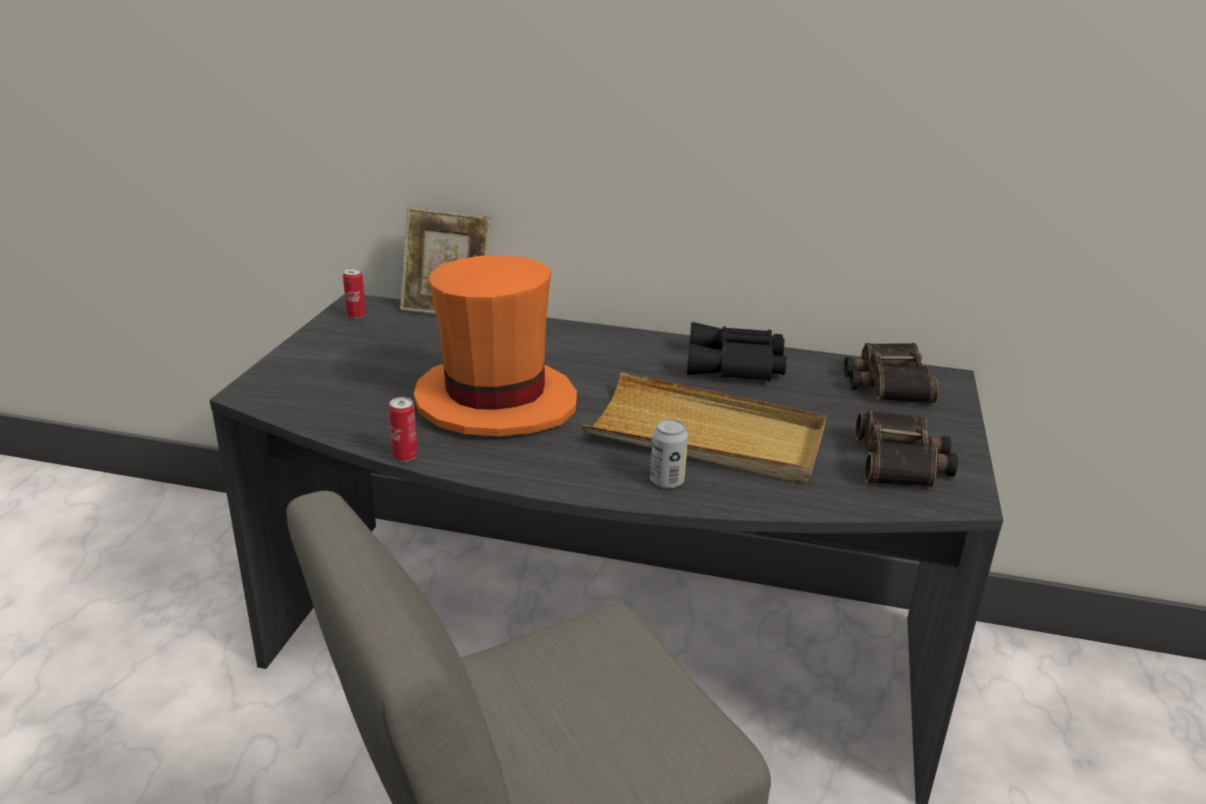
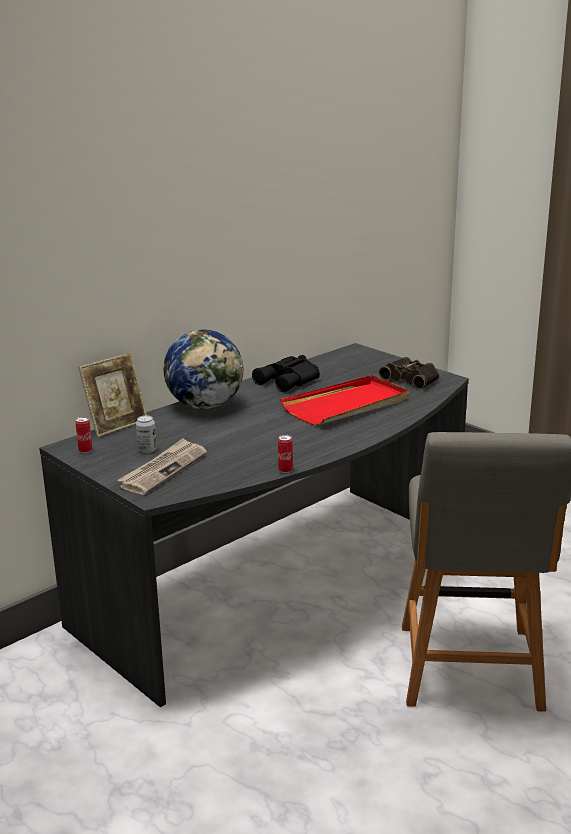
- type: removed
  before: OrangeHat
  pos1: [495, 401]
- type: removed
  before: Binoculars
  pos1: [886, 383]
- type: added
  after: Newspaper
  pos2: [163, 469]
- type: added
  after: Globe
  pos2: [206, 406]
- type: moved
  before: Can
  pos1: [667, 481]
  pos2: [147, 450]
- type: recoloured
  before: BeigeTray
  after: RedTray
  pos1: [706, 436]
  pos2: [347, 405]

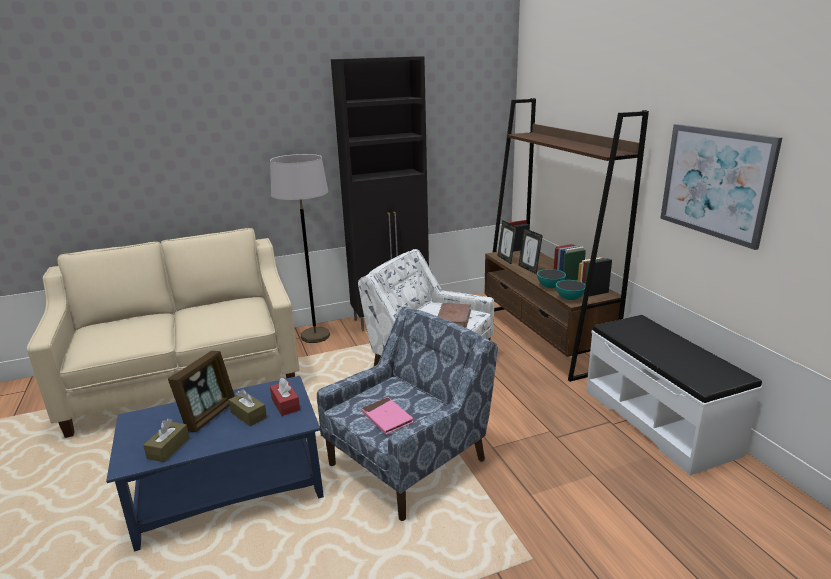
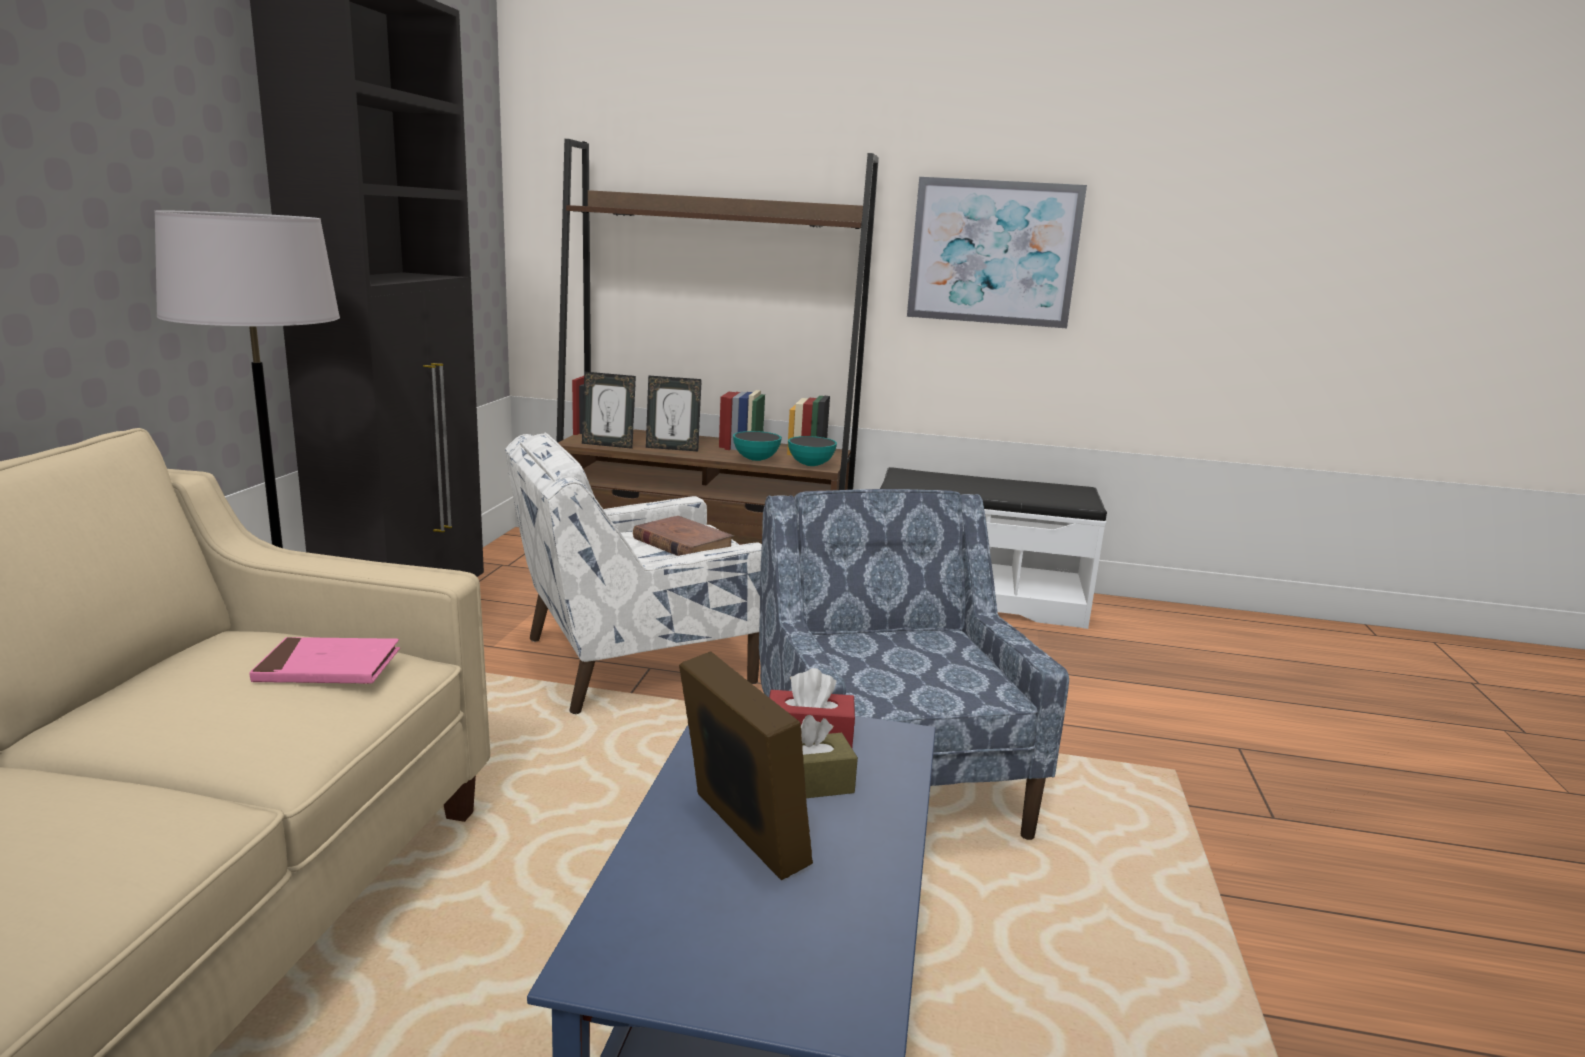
- type: removed
  before: BrownTissueBox
  pos1: [168, 448]
- type: moved
  before: PinkBook
  pos1: [387, 418]
  pos2: [328, 667]

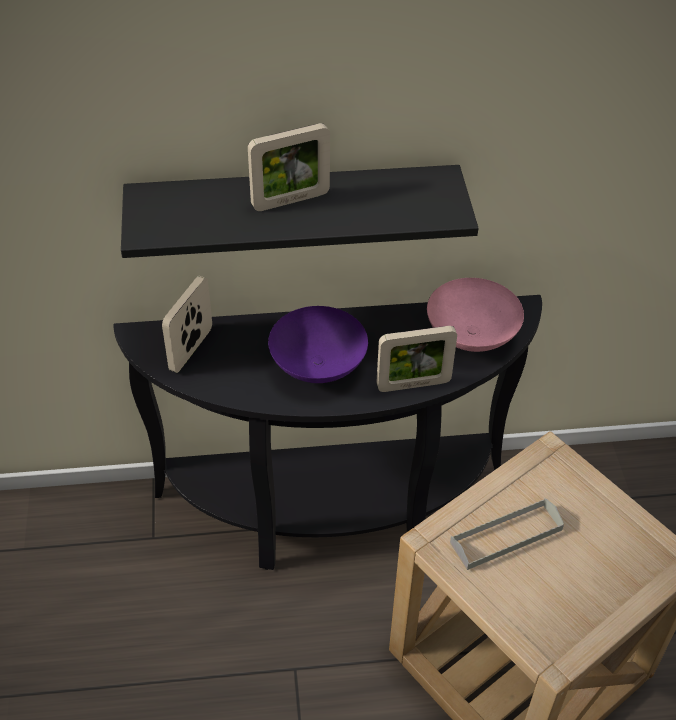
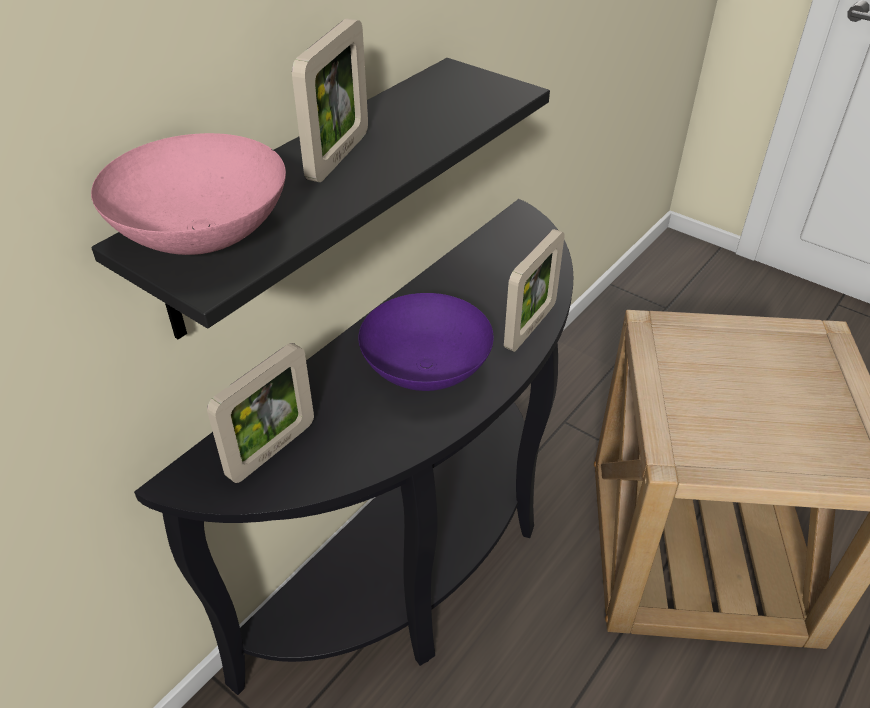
- type: removed
  before: GreyTray
  pos1: [506, 536]
- type: moved
  before: PinkBowl
  pos1: [470, 335]
  pos2: [200, 238]
- type: turned
  before: PictureFrame
  pos1: [191, 349]
  pos2: [272, 450]
  turn: -120

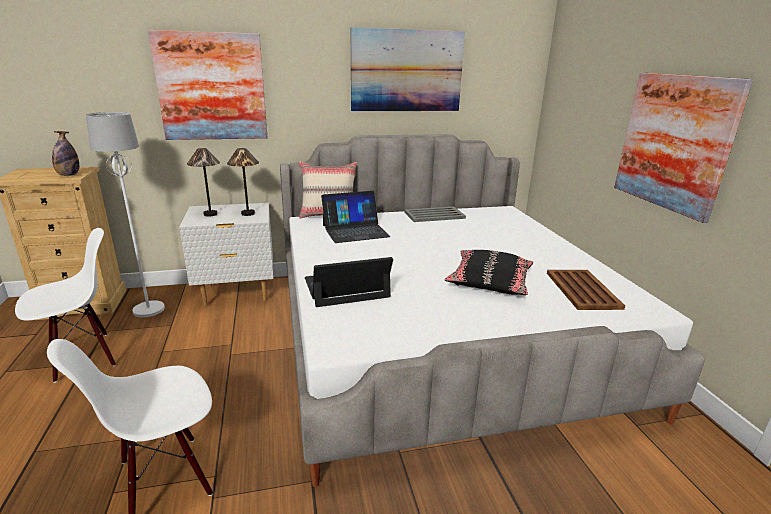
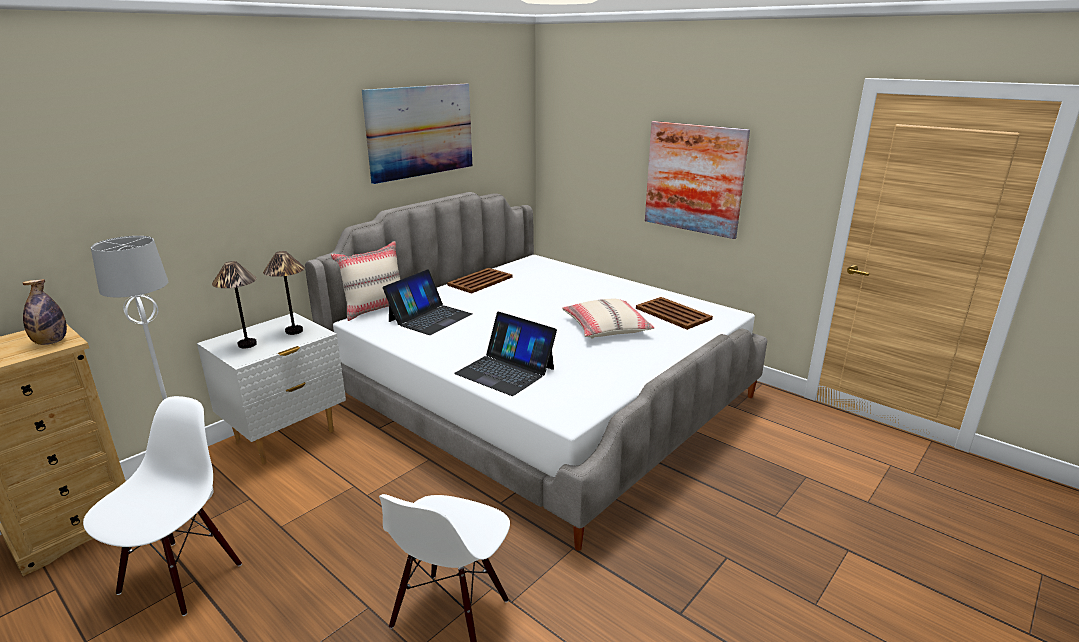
- type: removed
  before: Picture
  pos1: [212, 87]
- type: recoloured
  before: GreyTray
  after: BrownTray
  pos1: [435, 215]
  pos2: [481, 281]
- type: recoloured
  before: BlackPillow
  after: BeigePillow
  pos1: [489, 281]
  pos2: [606, 328]
- type: turned
  before: Laptop
  pos1: [346, 288]
  pos2: [505, 371]
  turn: -90

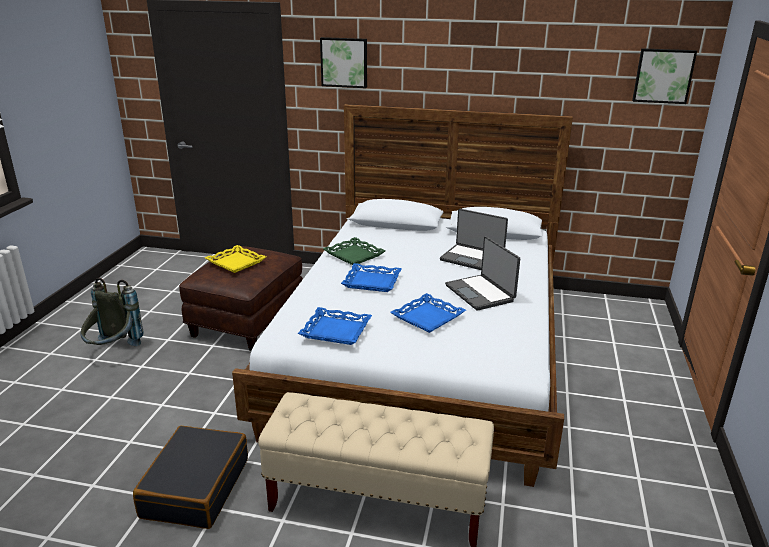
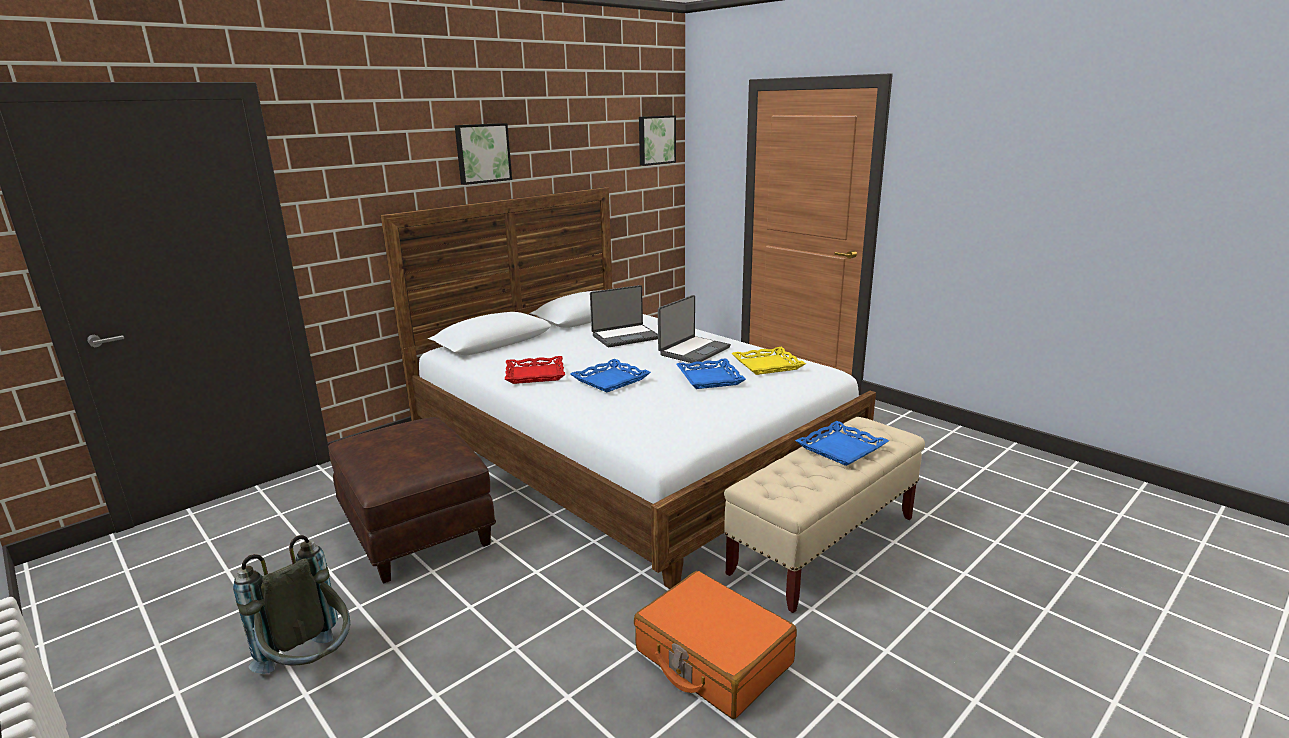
- type: moved
  before: YellowTray
  pos1: [235, 262]
  pos2: [767, 365]
- type: moved
  before: BlueTray
  pos1: [336, 330]
  pos2: [840, 448]
- type: moved
  before: Picture
  pos1: [344, 62]
  pos2: [482, 153]
- type: recoloured
  before: BlackSuitcase
  after: OrangeSuitcase
  pos1: [195, 487]
  pos2: [712, 657]
- type: recoloured
  before: GreenTray
  after: RedTray
  pos1: [353, 255]
  pos2: [535, 374]
- type: turned
  before: Laptop
  pos1: [480, 293]
  pos2: [693, 351]
  turn: -60

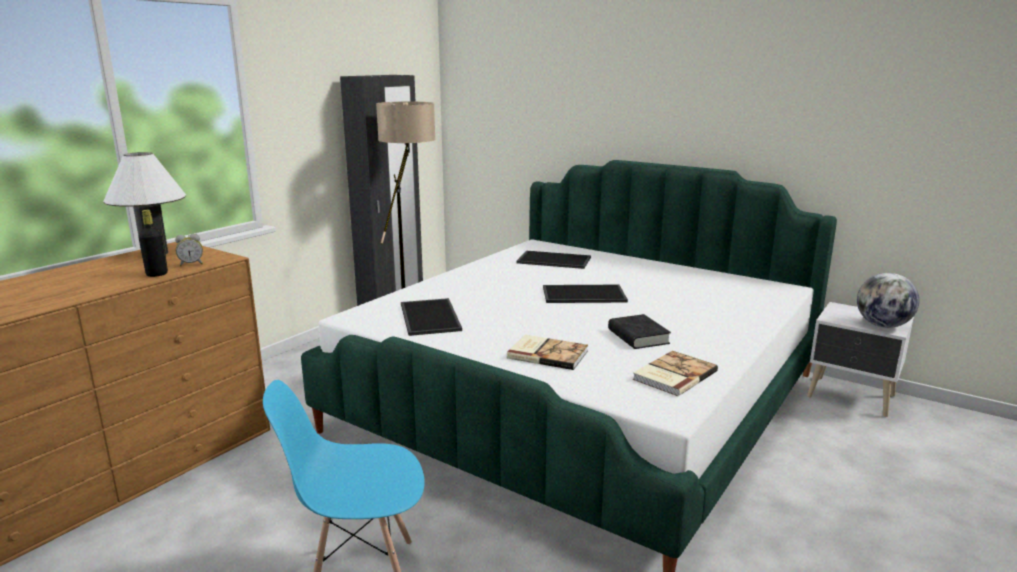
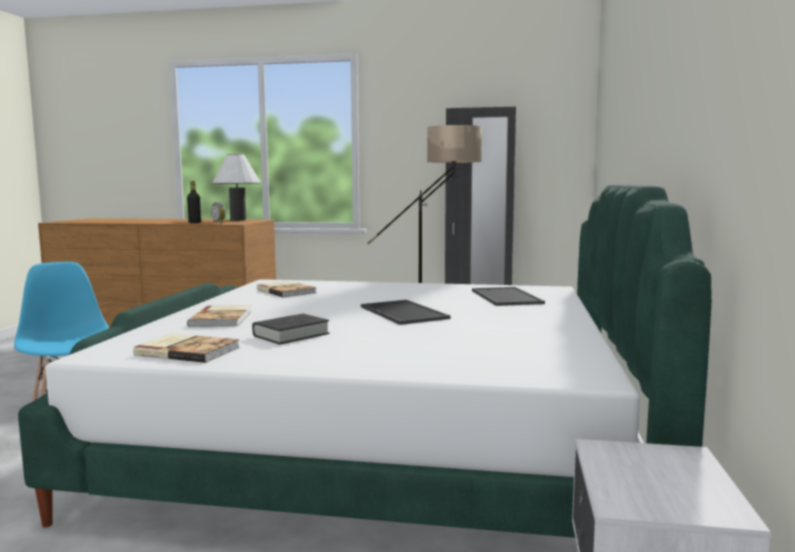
- type: removed
  before: Globe
  pos1: [882, 325]
- type: replaced
  before: Tray
  after: Book
  pos1: [428, 317]
  pos2: [287, 291]

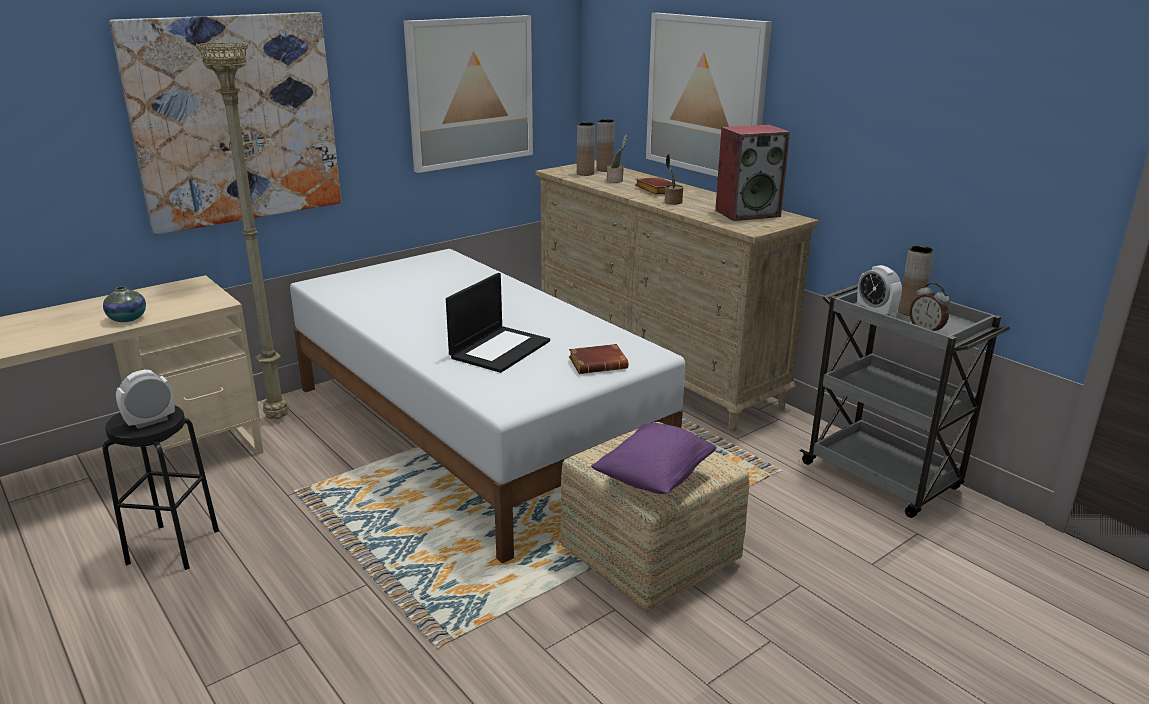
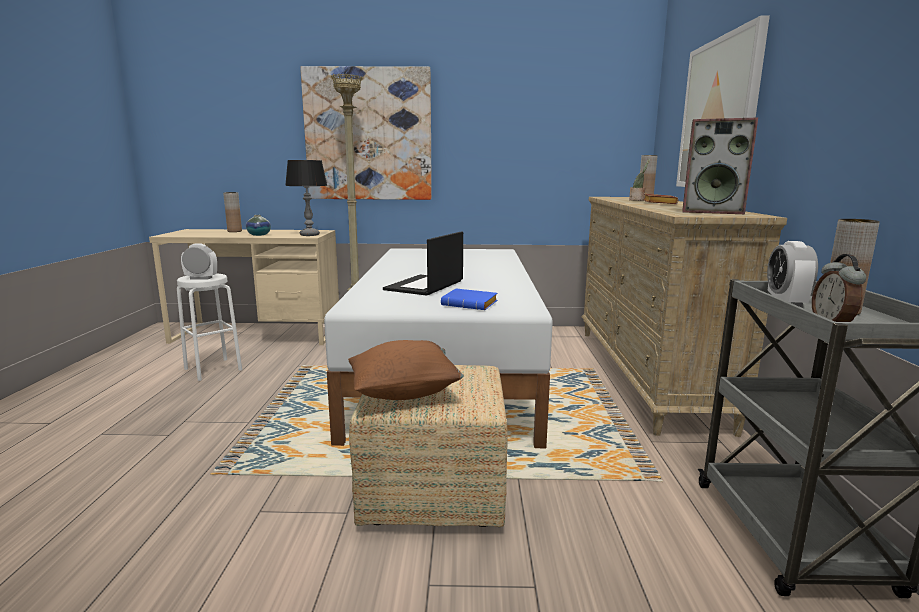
- type: removed
  before: Picture
  pos1: [471, 92]
- type: removed
  before: PottedPlant
  pos1: [672, 202]
- type: added
  after: TableLamp
  pos2: [310, 235]
- type: moved
  before: BrownVase
  pos1: [585, 173]
  pos2: [234, 231]
- type: recoloured
  before: BlackStool
  after: WhiteStool
  pos1: [173, 547]
  pos2: [213, 369]
- type: recoloured
  before: BrownBook
  after: BlueBook
  pos1: [599, 363]
  pos2: [471, 304]
- type: recoloured
  before: PurplePillow
  after: BrownPillow
  pos1: [654, 478]
  pos2: [404, 393]
- type: turned
  before: Laptop
  pos1: [500, 349]
  pos2: [425, 286]
  turn: 135

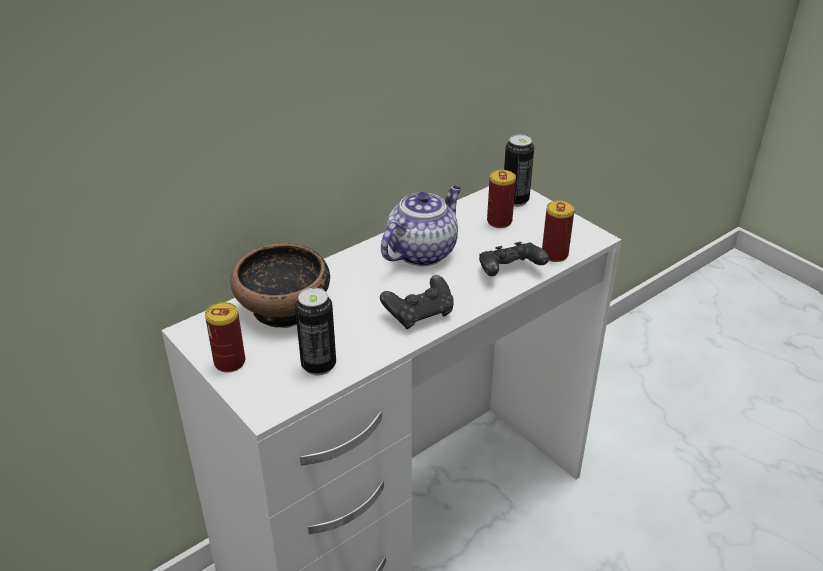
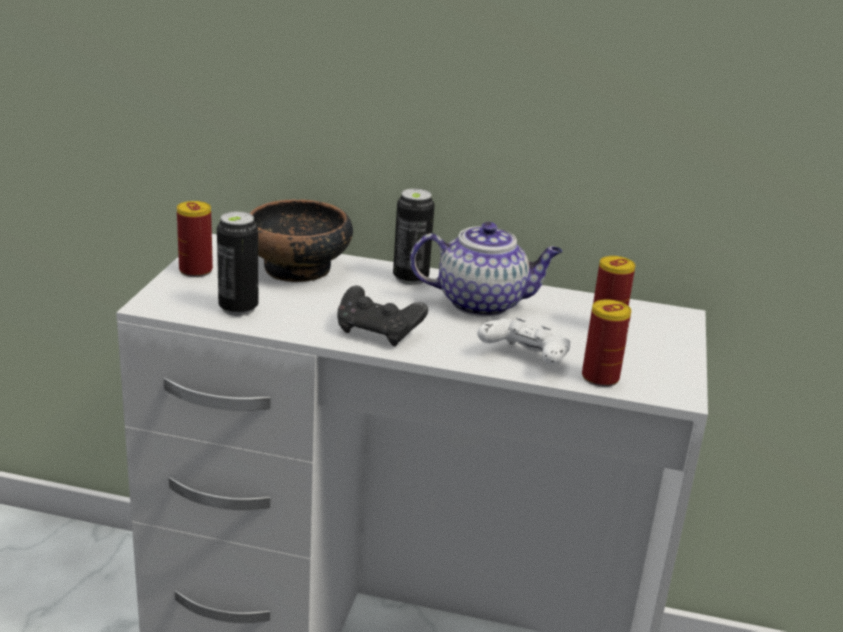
- type: moved
  before: Can
  pos1: [515, 200]
  pos2: [410, 278]
- type: recoloured
  before: BlackGameController
  after: WhiteGameController
  pos1: [509, 272]
  pos2: [524, 359]

